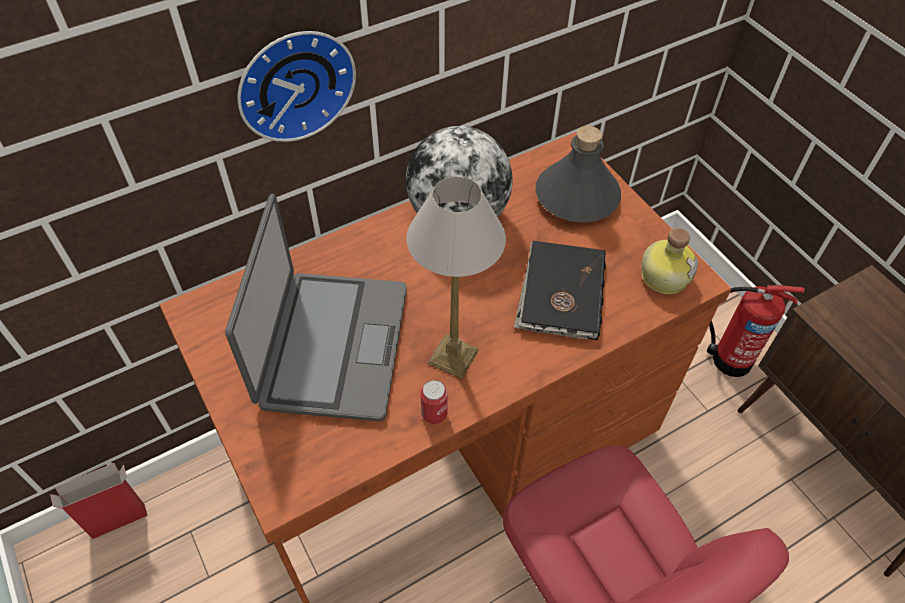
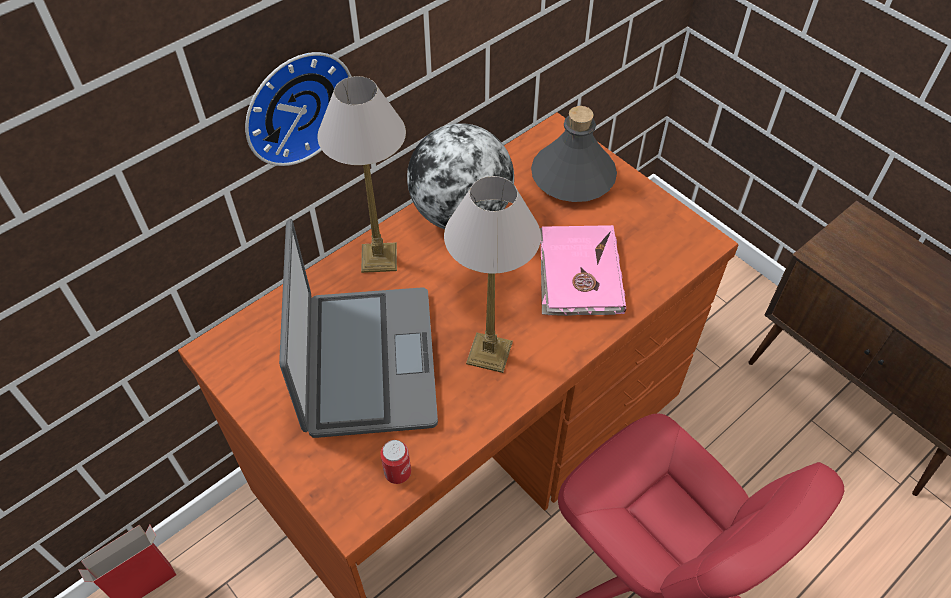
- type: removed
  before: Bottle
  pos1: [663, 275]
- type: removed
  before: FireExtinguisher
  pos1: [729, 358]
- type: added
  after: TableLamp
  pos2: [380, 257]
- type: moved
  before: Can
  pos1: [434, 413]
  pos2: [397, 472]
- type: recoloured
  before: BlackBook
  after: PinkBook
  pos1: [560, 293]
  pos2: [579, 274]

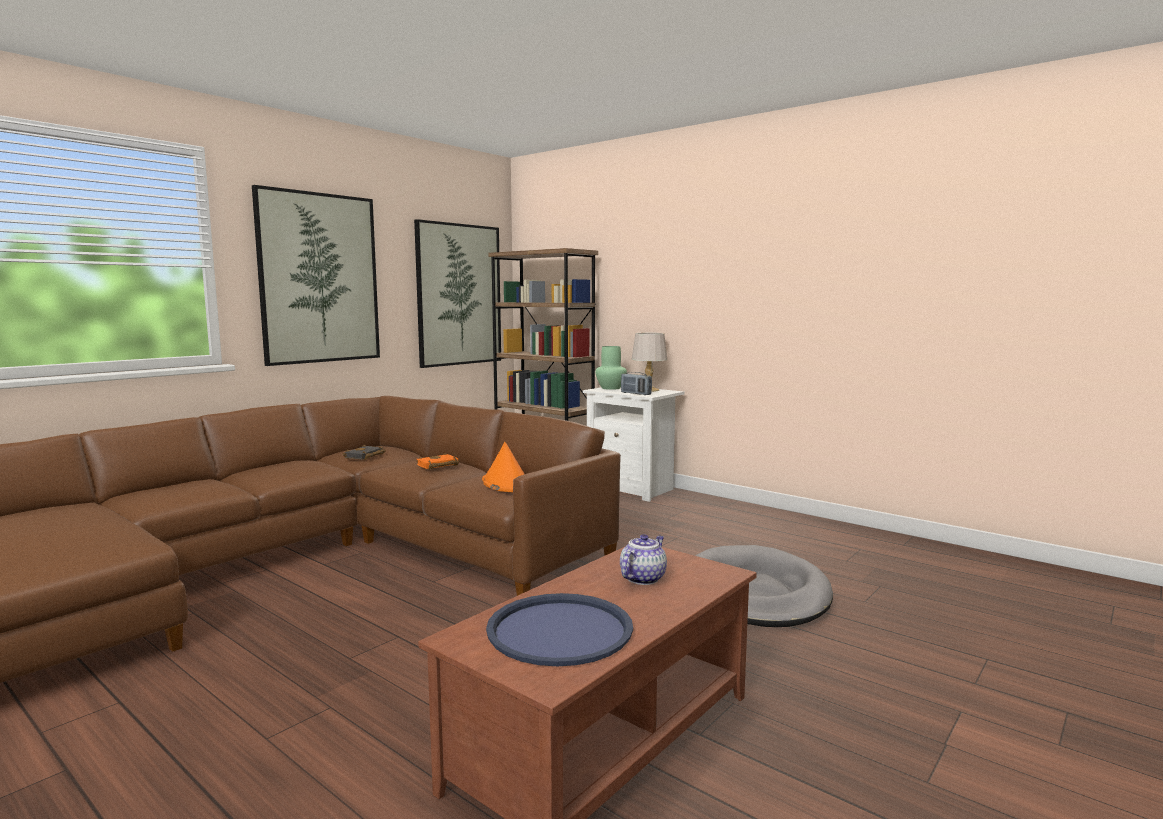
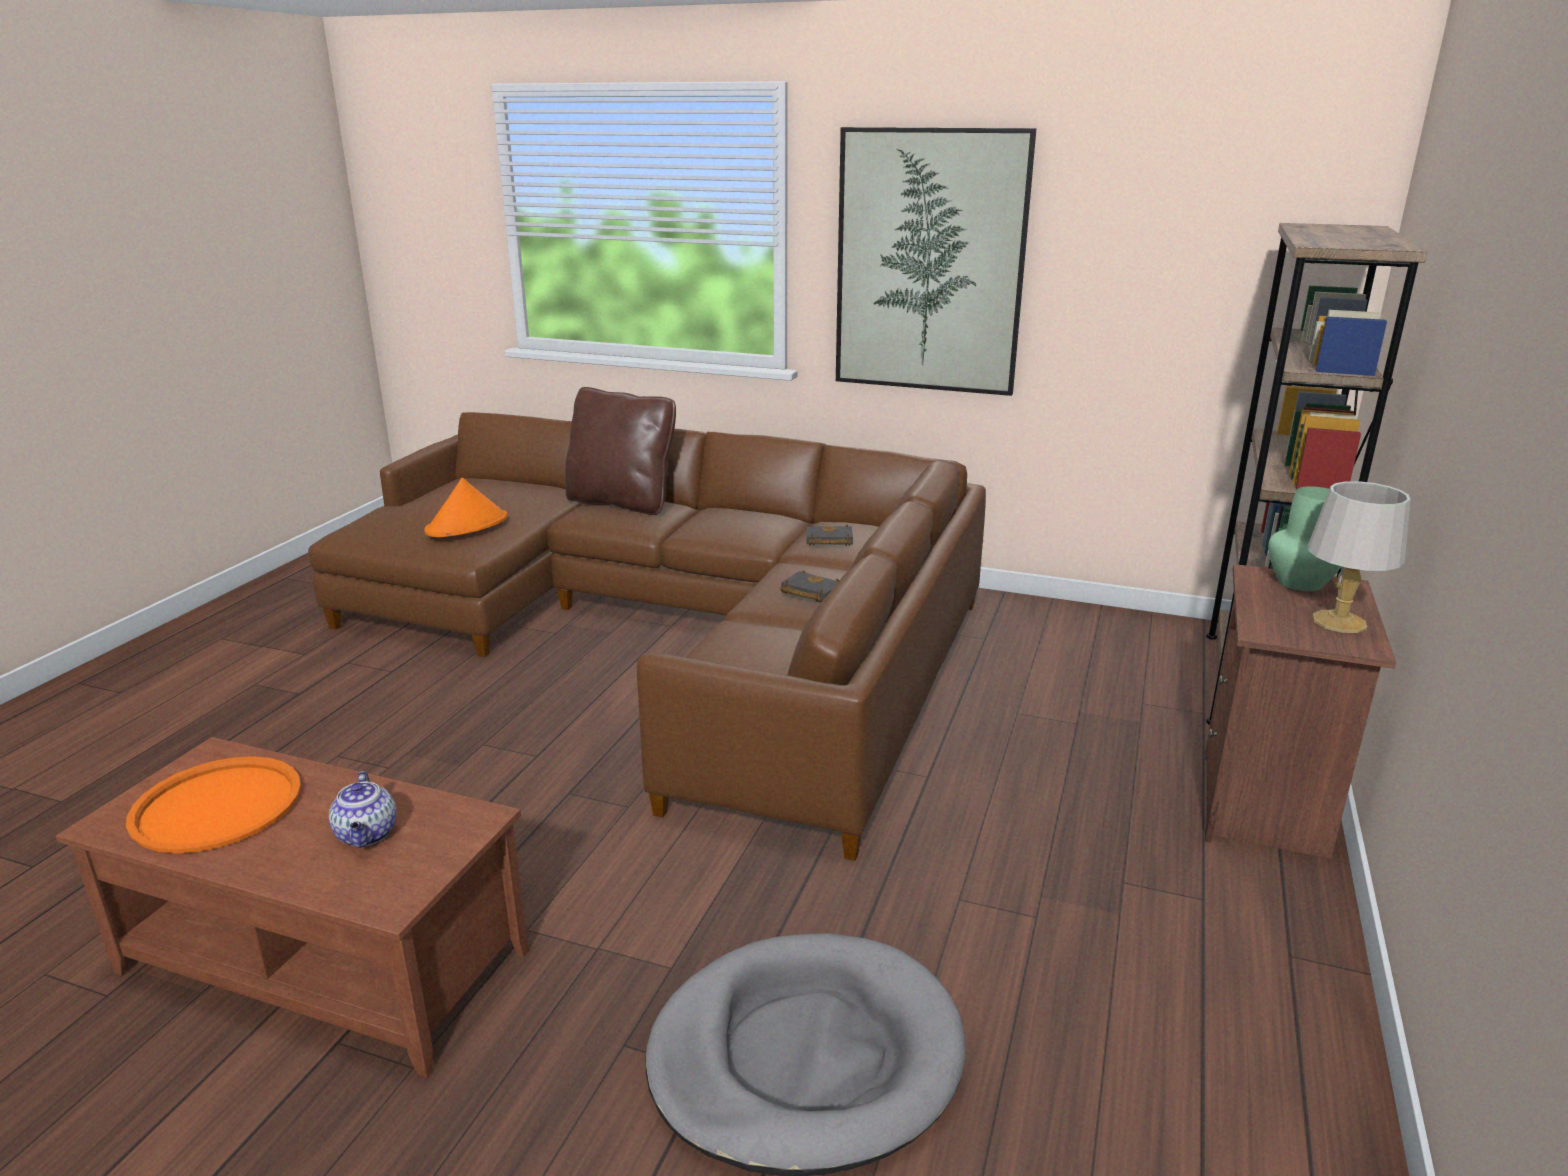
- type: removed
  before: Picture
  pos1: [459, 295]
- type: removed
  before: Radio
  pos1: [636, 394]
- type: added
  after: BrownPillow
  pos2: [622, 502]
- type: moved
  before: OrangeHat
  pos1: [506, 484]
  pos2: [467, 525]
- type: recoloured
  before: OrangeBook
  after: BlackBook
  pos1: [437, 465]
  pos2: [808, 592]
- type: recoloured
  before: BlueTray
  after: OrangeTray
  pos1: [560, 630]
  pos2: [217, 806]
- type: recoloured
  before: WhiteNightstand
  after: BrownNightstand
  pos1: [633, 489]
  pos2: [1265, 805]
- type: turned
  before: Teapot
  pos1: [643, 578]
  pos2: [367, 835]
  turn: 60

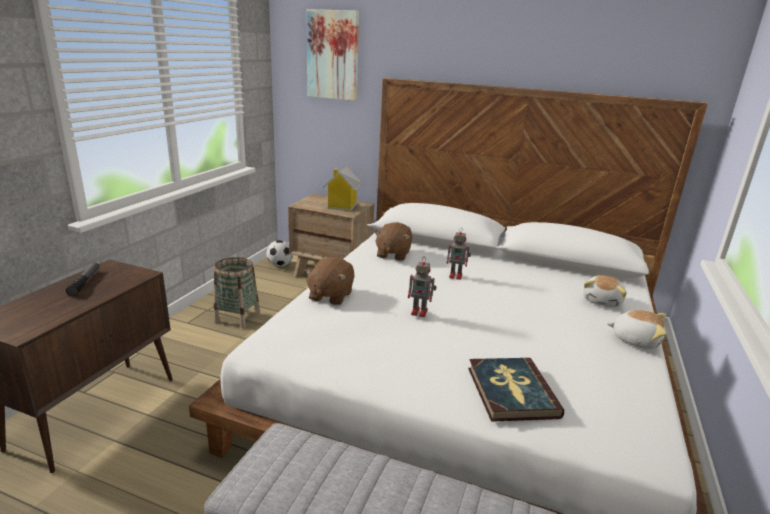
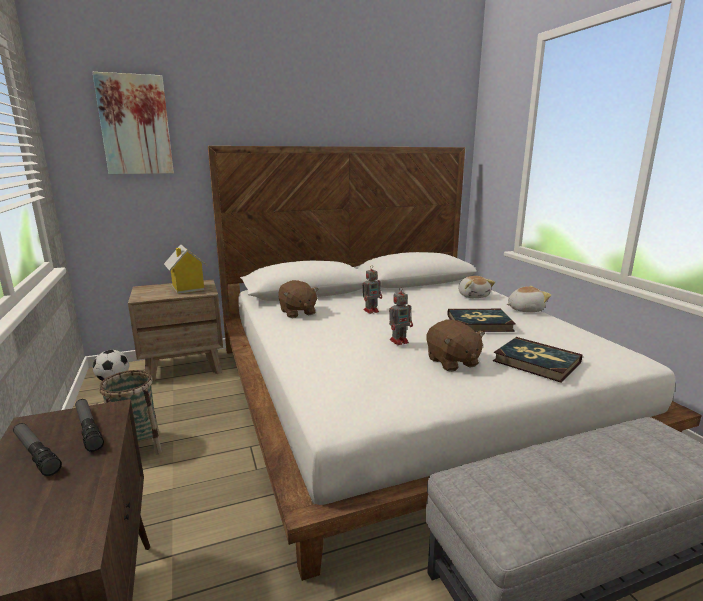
- type: added
  after: Flashlight
  pos2: [88, 429]
- type: added
  after: Book
  pos2: [479, 323]
- type: moved
  before: BrownPlushToy
  pos1: [330, 296]
  pos2: [452, 362]

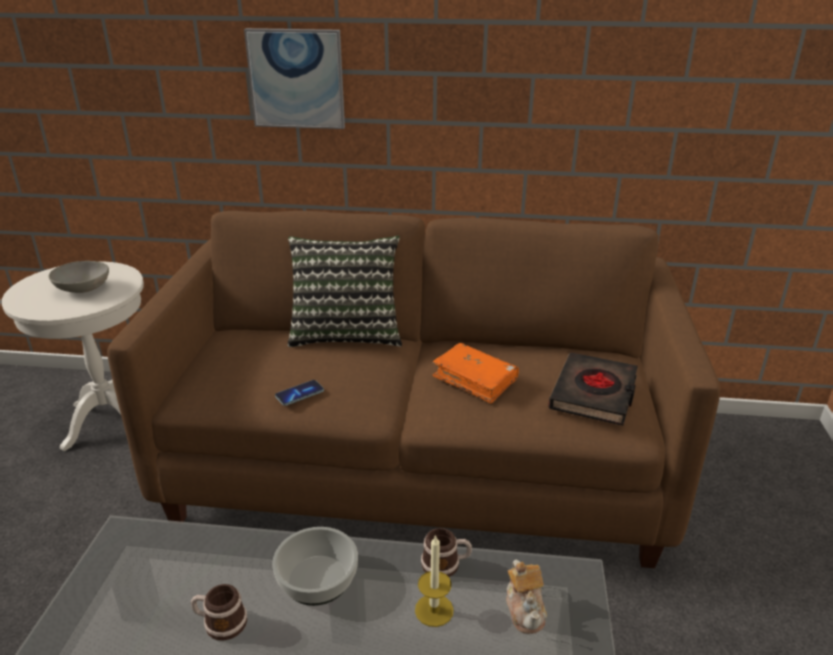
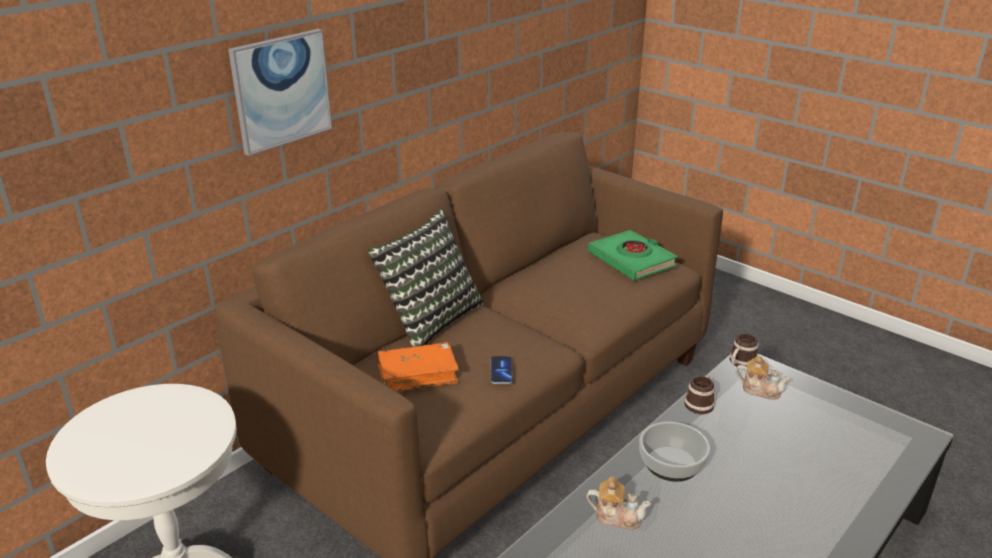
- type: removed
  before: GreyBowl
  pos1: [83, 288]
- type: removed
  before: Candle
  pos1: [434, 610]
- type: added
  after: Teapot
  pos2: [617, 516]
- type: moved
  before: Mug
  pos1: [220, 623]
  pos2: [740, 363]
- type: moved
  before: OrangeBook
  pos1: [475, 380]
  pos2: [417, 375]
- type: recoloured
  before: BlackBook
  after: GreenBook
  pos1: [594, 394]
  pos2: [632, 260]

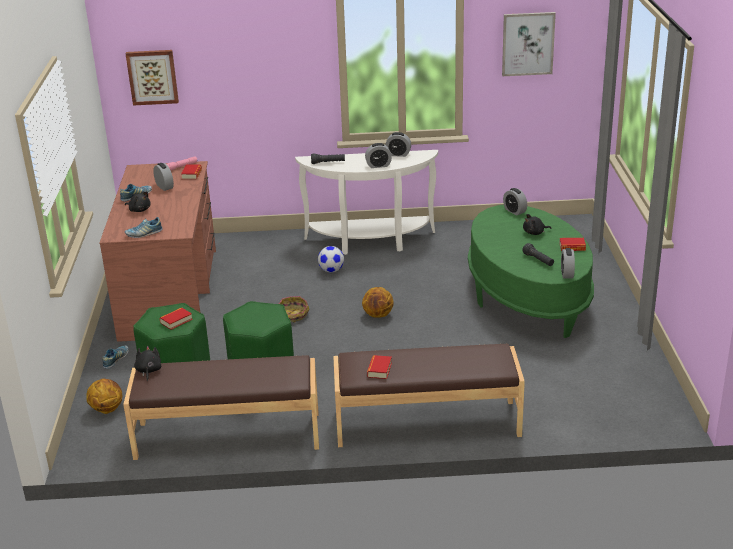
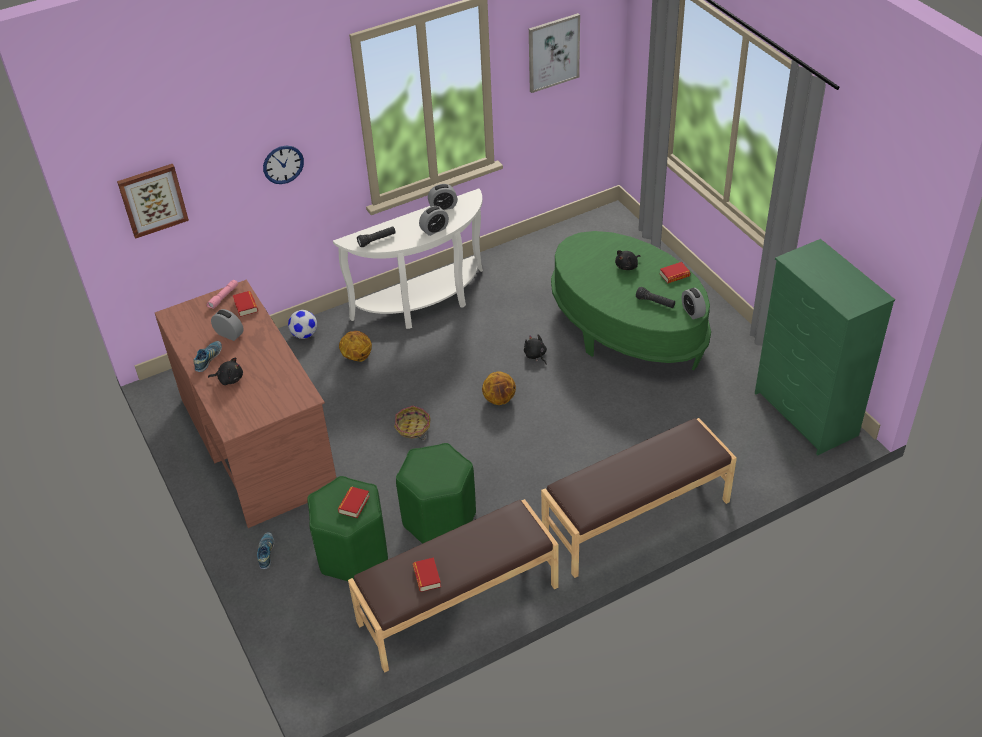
- type: removed
  before: Shoe
  pos1: [144, 234]
- type: removed
  before: AlarmClock
  pos1: [514, 211]
- type: added
  after: WallClock
  pos2: [283, 164]
- type: added
  after: GreenDresser
  pos2: [805, 415]
- type: moved
  before: Basketball
  pos1: [107, 409]
  pos2: [357, 357]
- type: moved
  before: BlackPlushToy
  pos1: [148, 371]
  pos2: [535, 355]
- type: moved
  before: Football
  pos1: [331, 270]
  pos2: [304, 334]
- type: moved
  before: Book
  pos1: [379, 370]
  pos2: [427, 577]

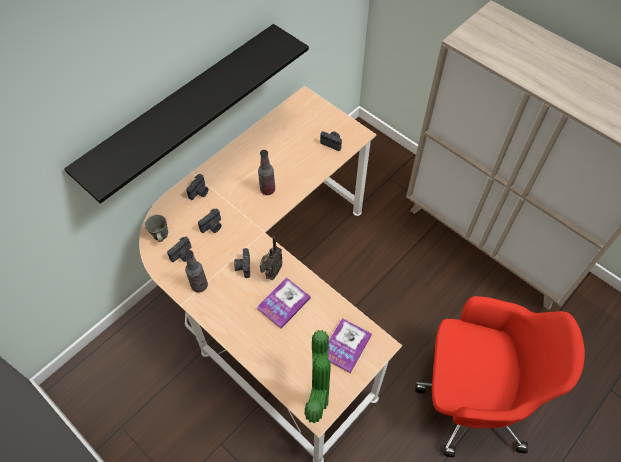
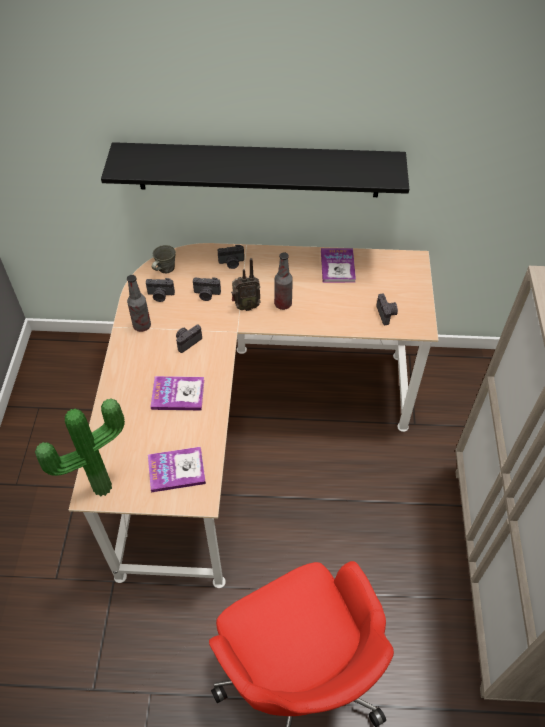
- type: added
  after: Book
  pos2: [337, 266]
- type: moved
  before: Radio
  pos1: [271, 273]
  pos2: [245, 306]

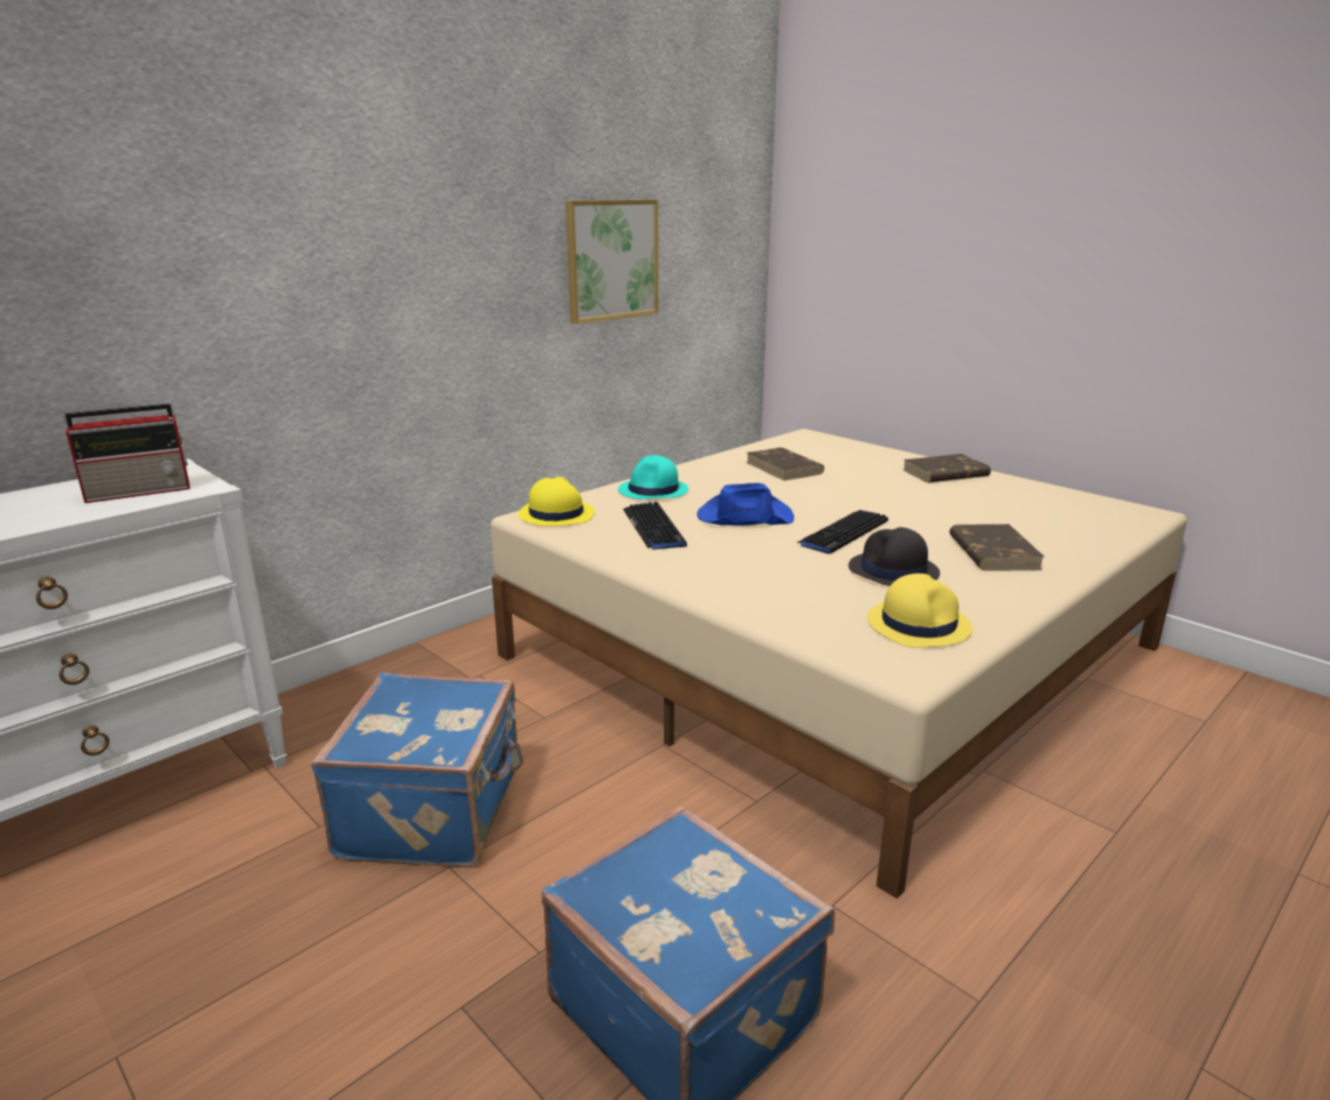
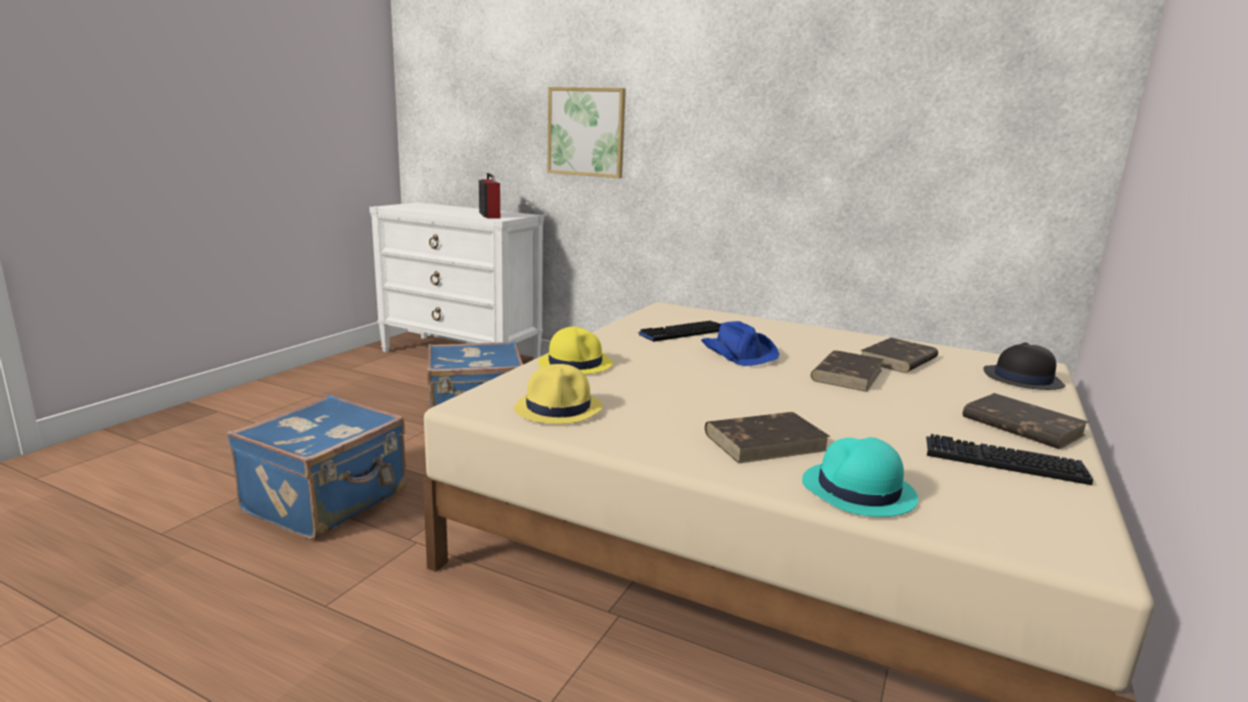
- type: added
  after: BrownBook
  pos2: [847, 374]
- type: moved
  before: YellowHat
  pos1: [555, 514]
  pos2: [575, 364]
- type: moved
  before: Picture
  pos1: [612, 260]
  pos2: [586, 132]
- type: moved
  before: TurquoiseHat
  pos1: [653, 491]
  pos2: [858, 491]
- type: moved
  before: Keyboard
  pos1: [843, 533]
  pos2: [1003, 461]
- type: moved
  before: BlackHat
  pos1: [893, 571]
  pos2: [1022, 379]
- type: turned
  before: Radio
  pos1: [141, 491]
  pos2: [490, 215]
  turn: -150

